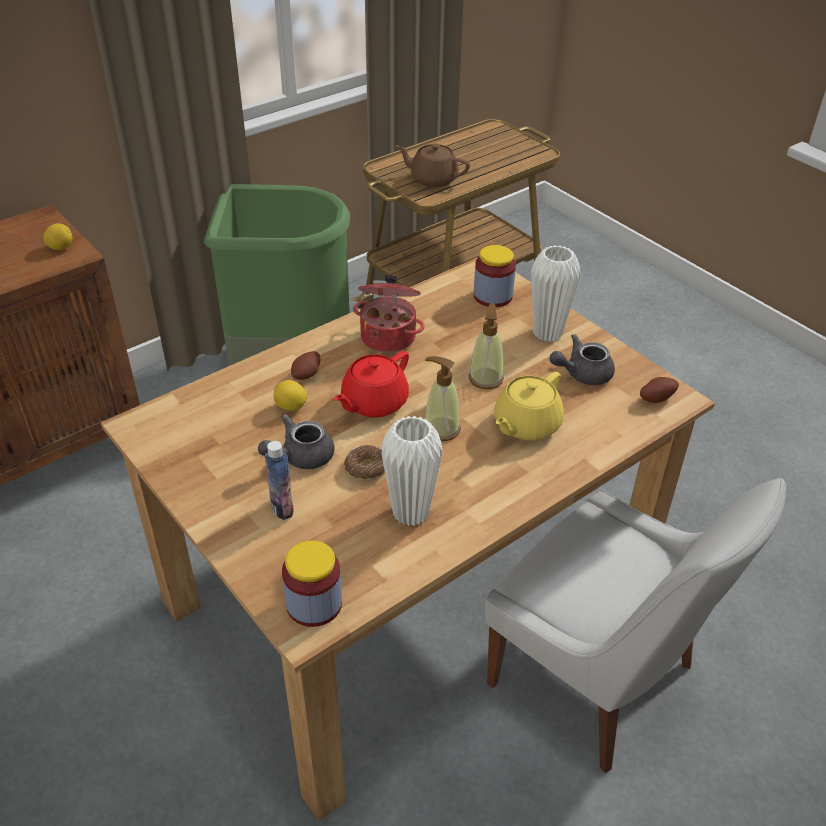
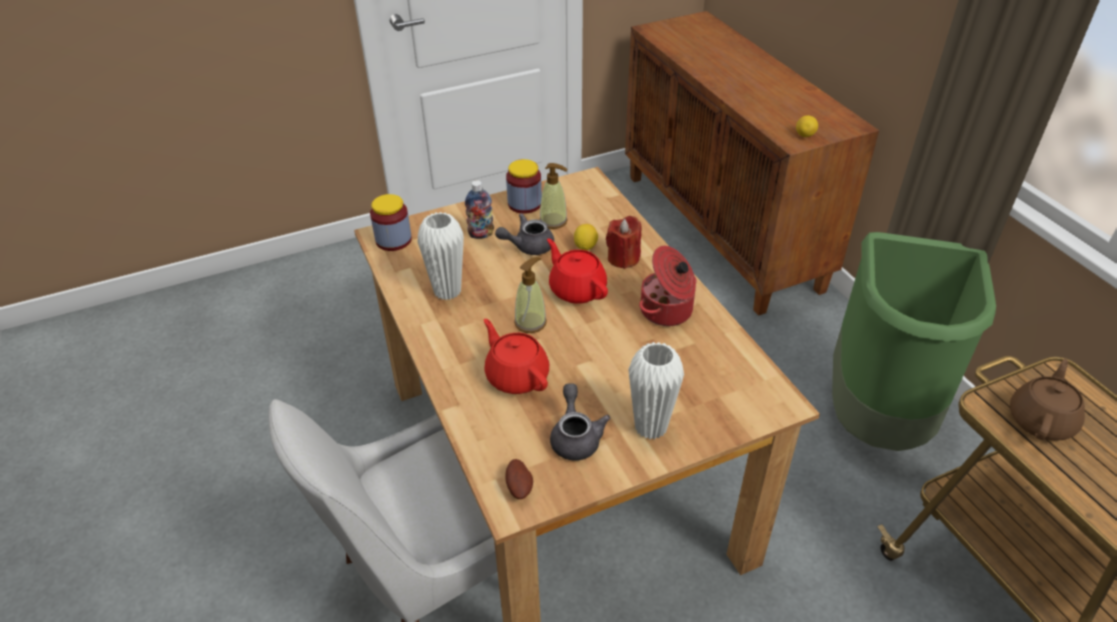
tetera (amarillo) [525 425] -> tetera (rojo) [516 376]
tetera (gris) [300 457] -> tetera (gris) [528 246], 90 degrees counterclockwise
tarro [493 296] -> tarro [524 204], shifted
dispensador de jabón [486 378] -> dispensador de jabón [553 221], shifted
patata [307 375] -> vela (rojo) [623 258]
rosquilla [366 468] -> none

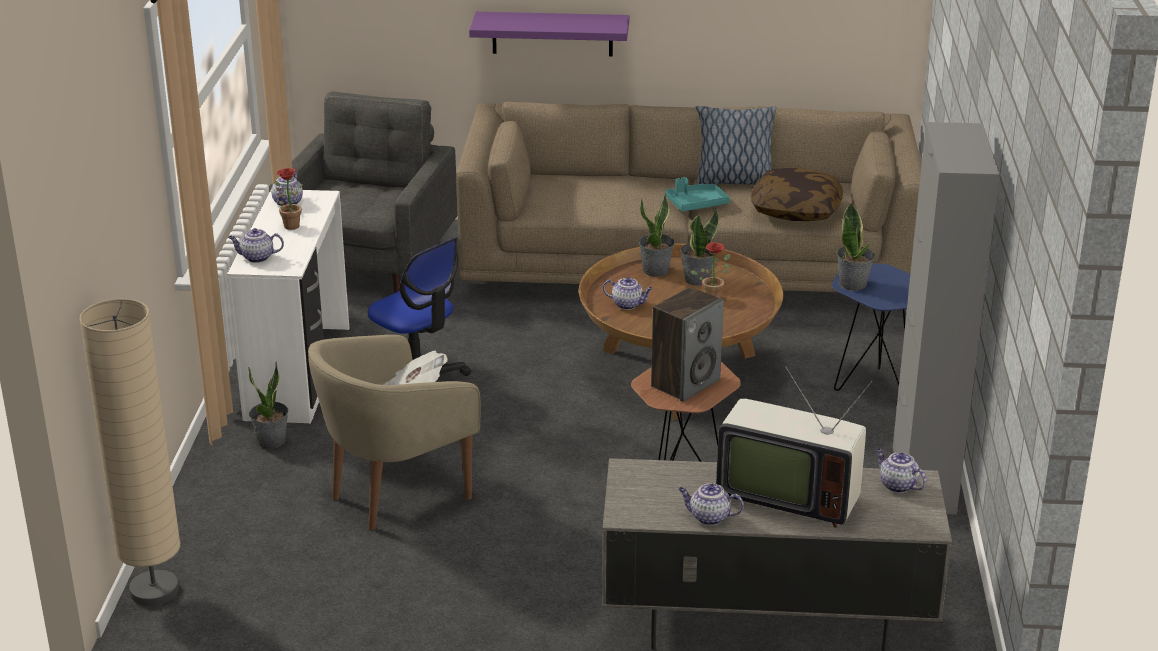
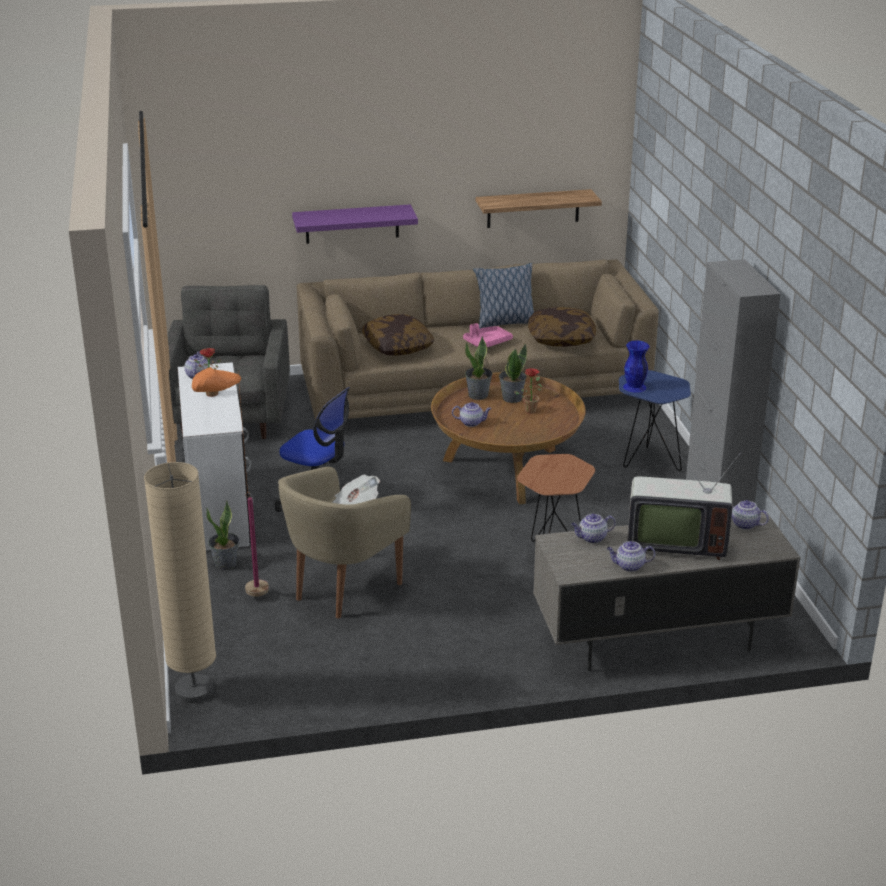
none -> lámpara de pie (naranja) [241 604]
none -> cojín [397 347]
bandeja (turquesa) [696 204] -> bandeja (rosa) [487 342]
none -> estante [533 208]
tetera [256 258] -> tetera [592 538], shifted
planta en maceta [853 284] -> florero (azul) [634 387]
altavoz [685 383] -> none

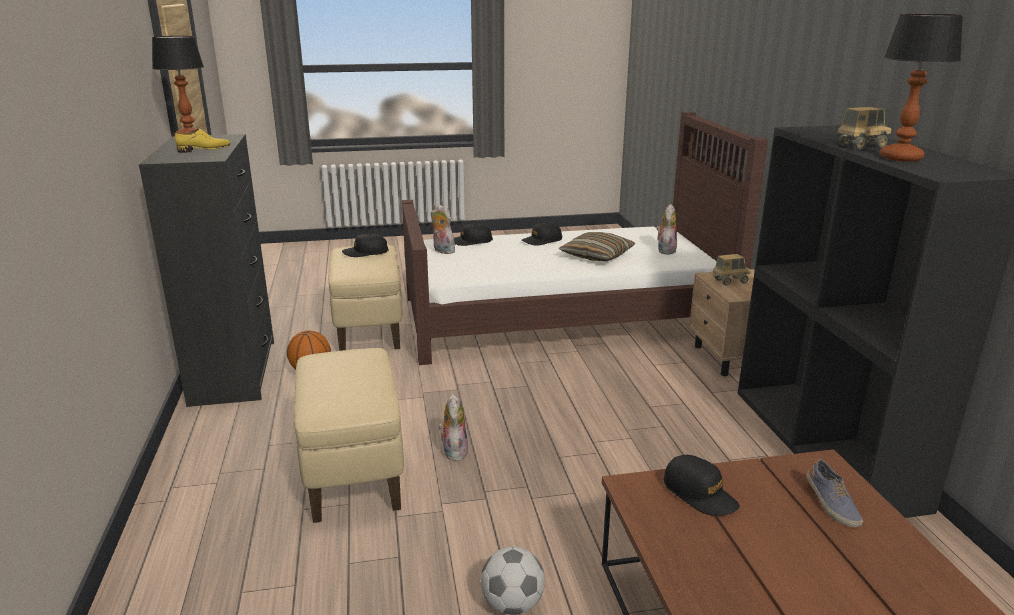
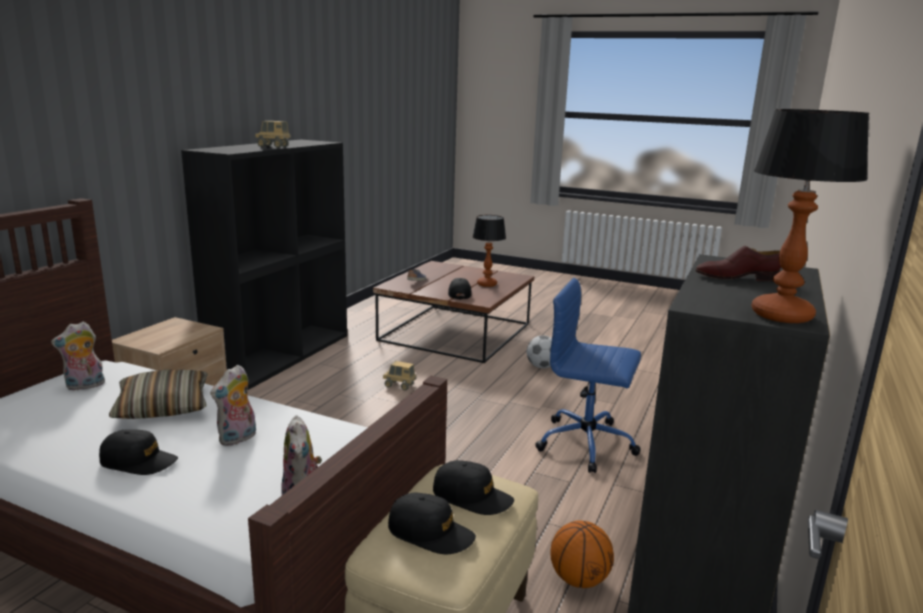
peluche [453 451] -> peluche [238 439], shifted
camión de juguete [730 281] -> camión de juguete [399 386], shifted
gorra (negro) [471 241] -> gorra (negro) [472 497], shifted
lámpara de mesa [900 158] -> lámpara de mesa [487 284], shifted
puf (beis) [354 474] -> silla de oficina (azul) [587 444]
zapato (amarillo) [204 149] -> zapato (marrón) [736 277]

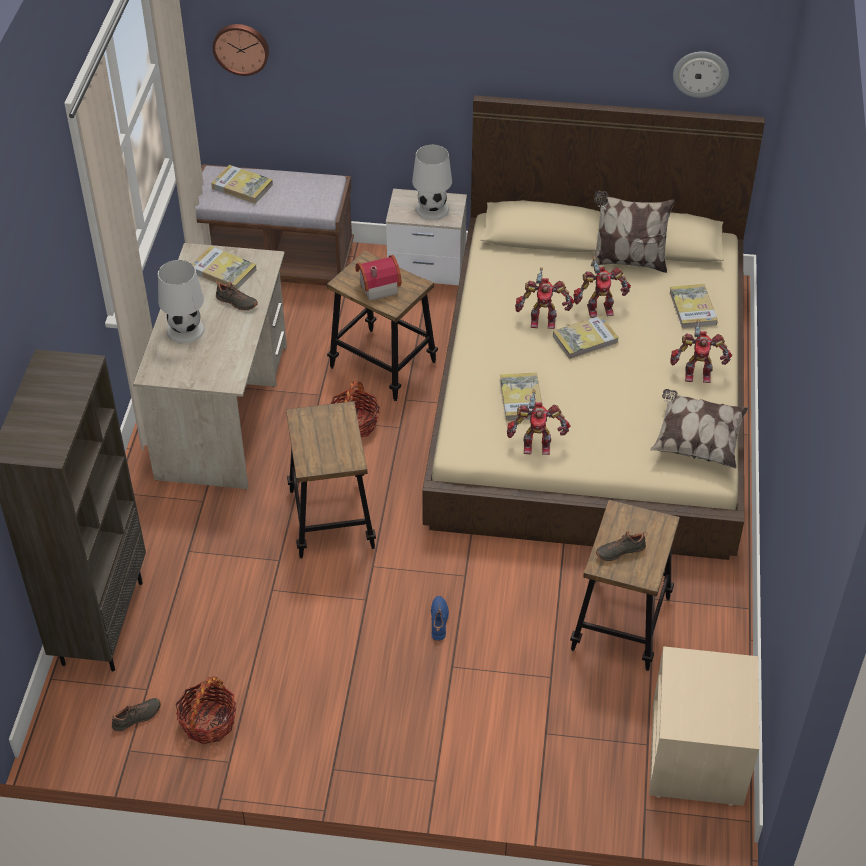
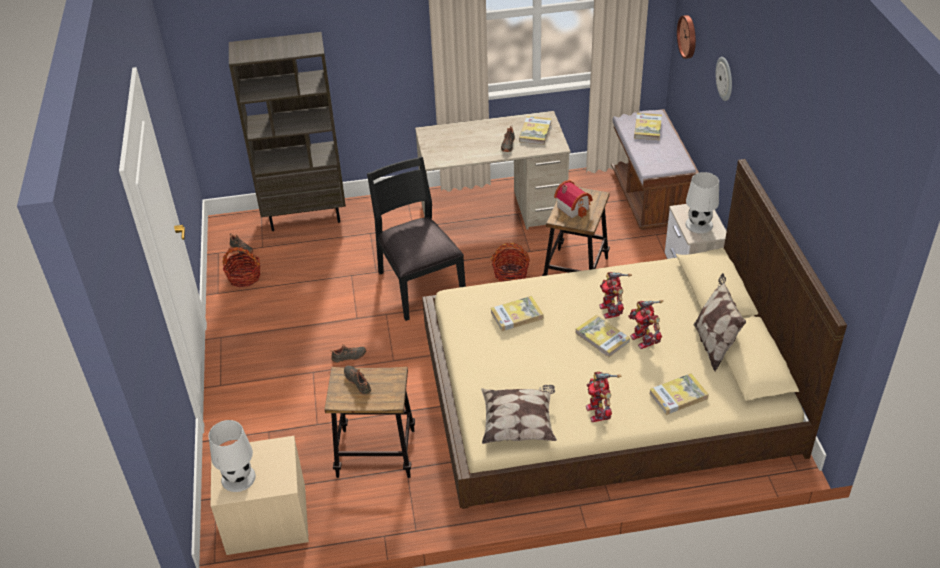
lámpara de mesa (blanco) [185 329] -> lámpara de mesa (blanco) [238 477], shifted
zapato (azul) [440 621] -> zapato (negro) [349 357]
taburete [331 519] -> silla (negro) [419 285]
reloj de pared [700 73] -> reloj de pared [725 78], shifted
robot de juguete [536 445] -> none

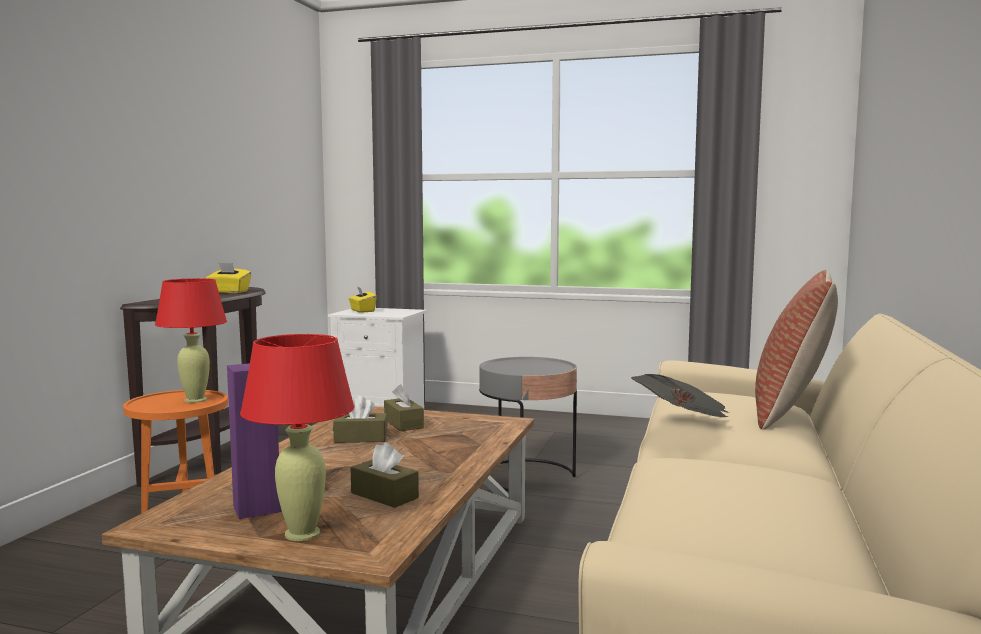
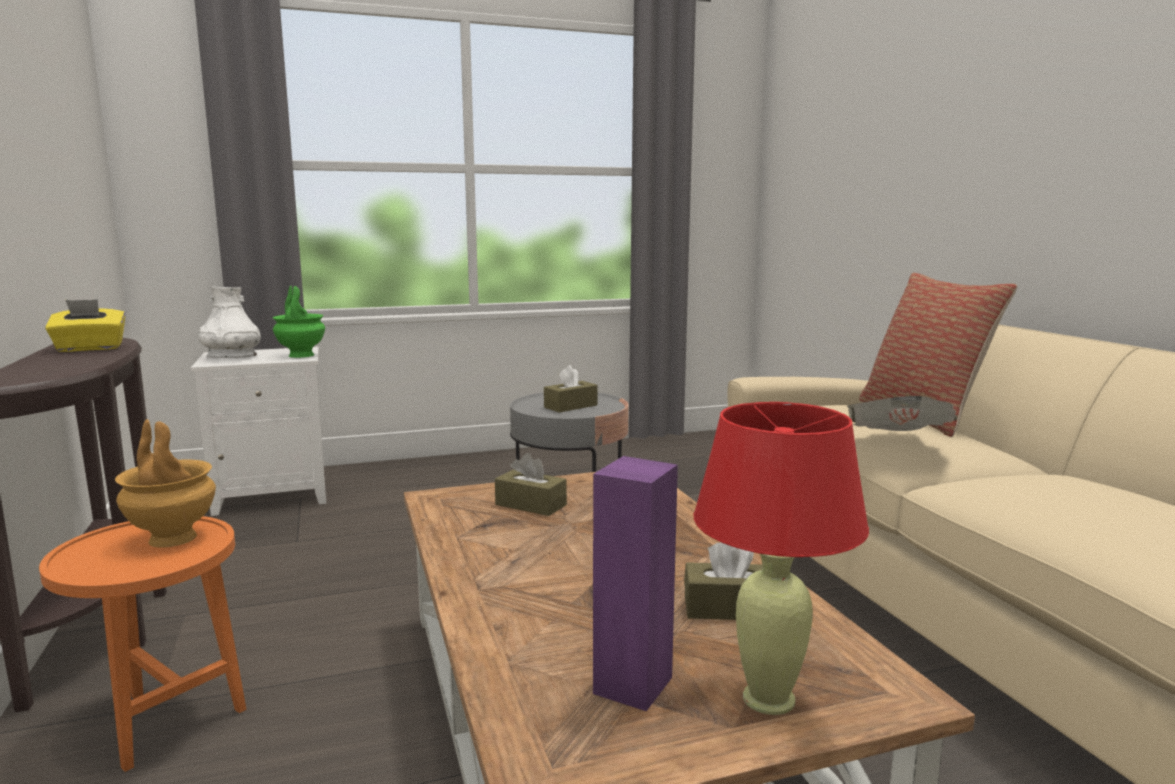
lámpara de mesa (rojo) [195 400] -> florero (marrón) [171 538]
caja de pañuelos (amarillo) [362 311] -> florero (blanco) [232 357]
none -> florero (verde) [300 355]
caja de pañuelos (marrón) [361 438] -> caja de pañuelos (marrón) [570 406], shifted

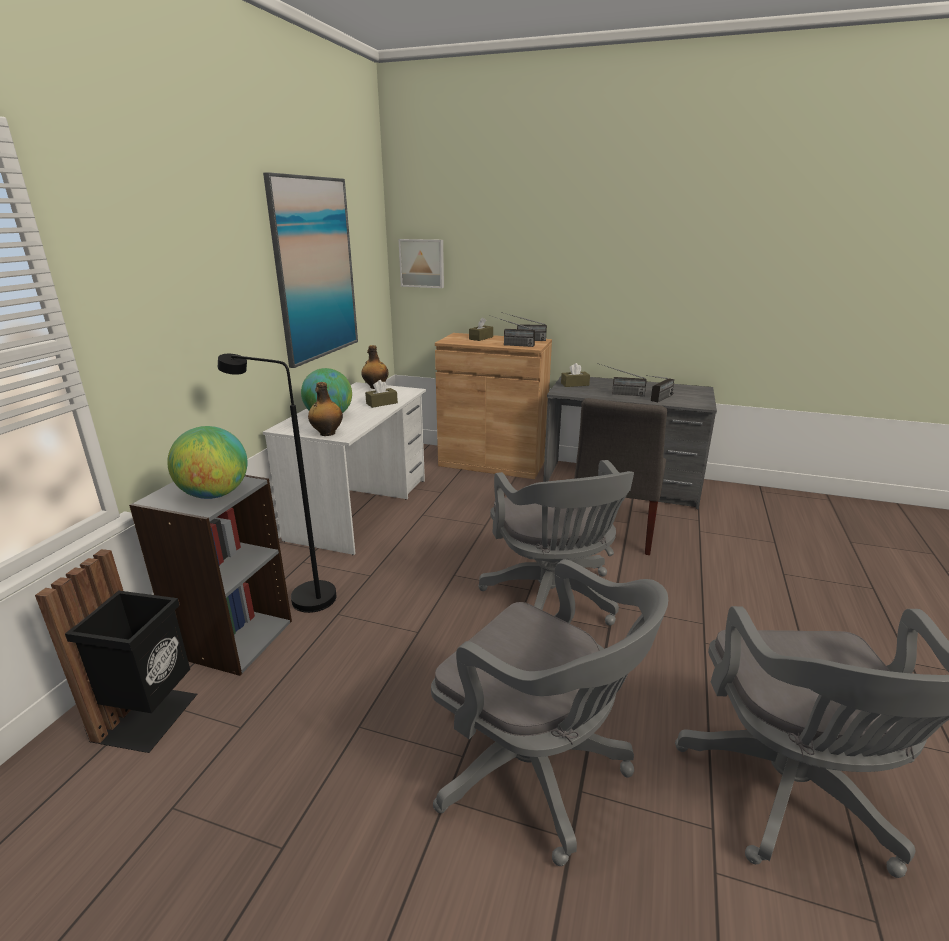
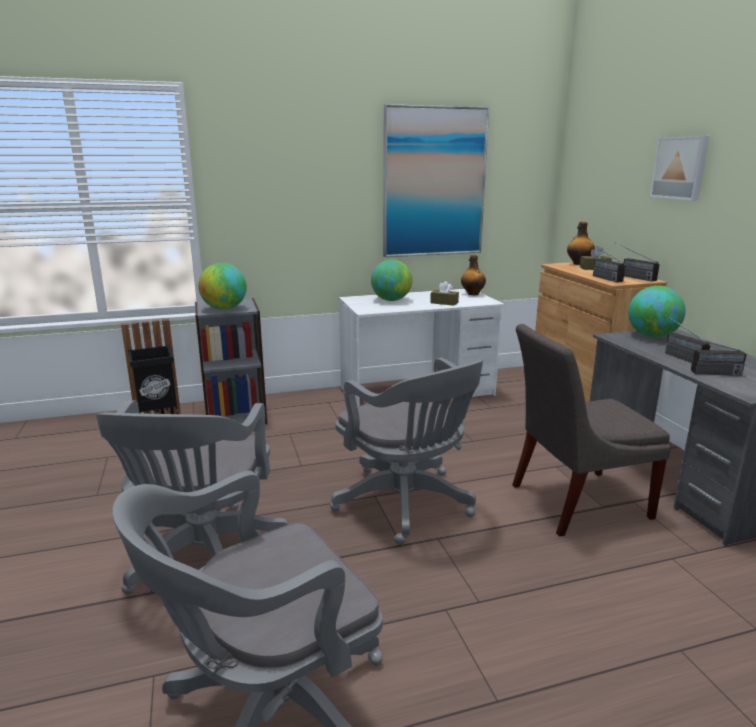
silla de oficina (gris) [553 599] -> silla de oficina (gris) [407 505], 75 degrees counterclockwise
botella [327 433] -> botella [579 264], shifted
caja de pañuelos (marrón) [575 384] -> globo terráqueo [652 336]
cuadro [422 263] -> cuadro [680 168], shifted
lámpara de pie (negro) [302 597] -> none

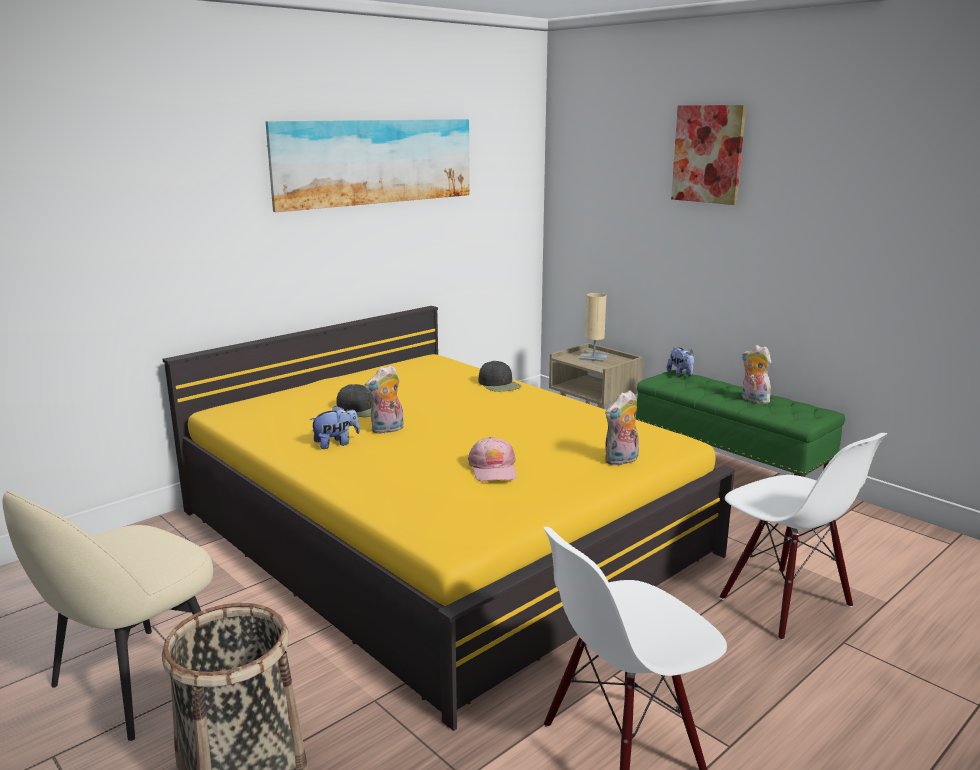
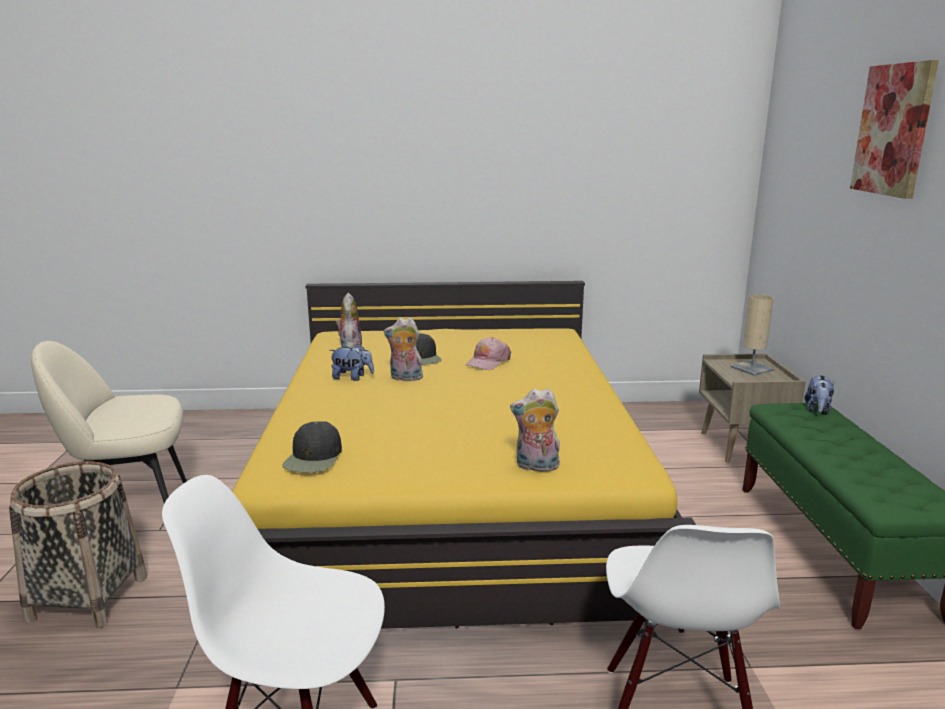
gorra (negro) [499 384] -> gorra (negro) [314 458], shifted
peluche [753 400] -> peluche [349 346], shifted
gorra (rosa) [493 469] -> gorra (rosa) [487 362], shifted
cuadro [374 161] -> none

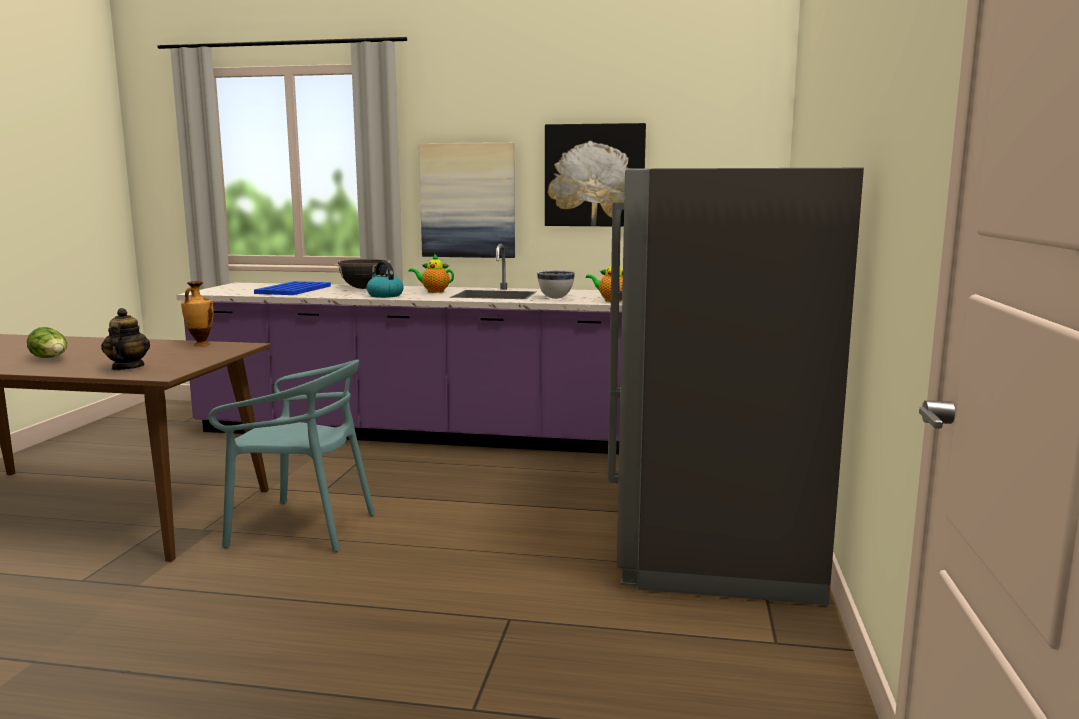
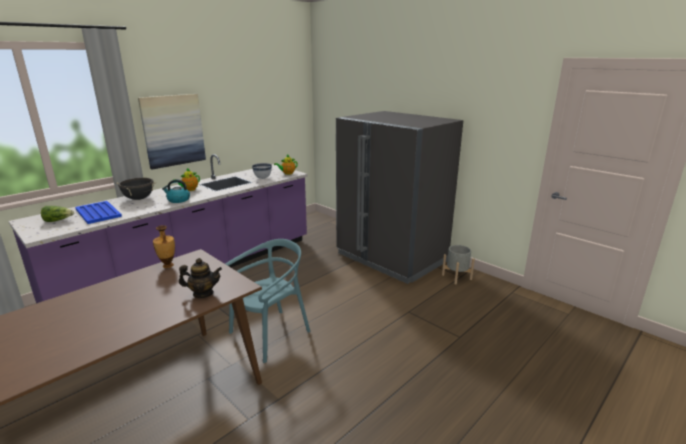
lechuga [51 358] -> lechuga [58 220], shifted
tetera [127 367] -> tetera [203 293], 150 degrees clockwise
none -> maceta (gris) [456 277]
cuadro [594 175] -> none

